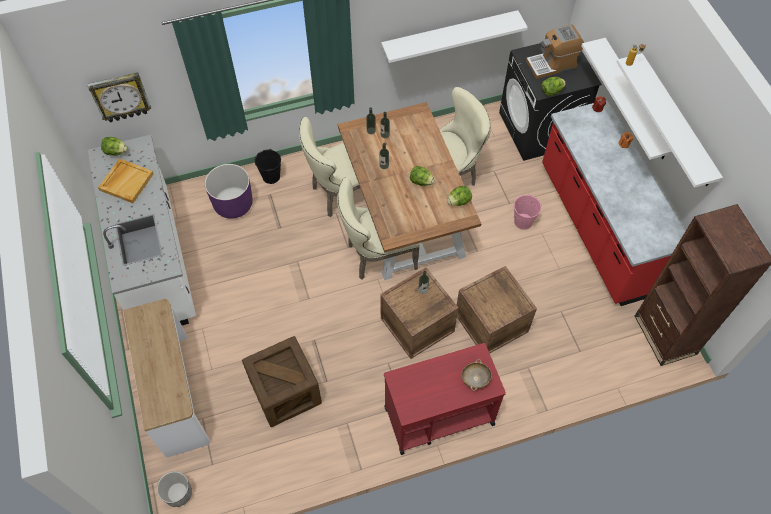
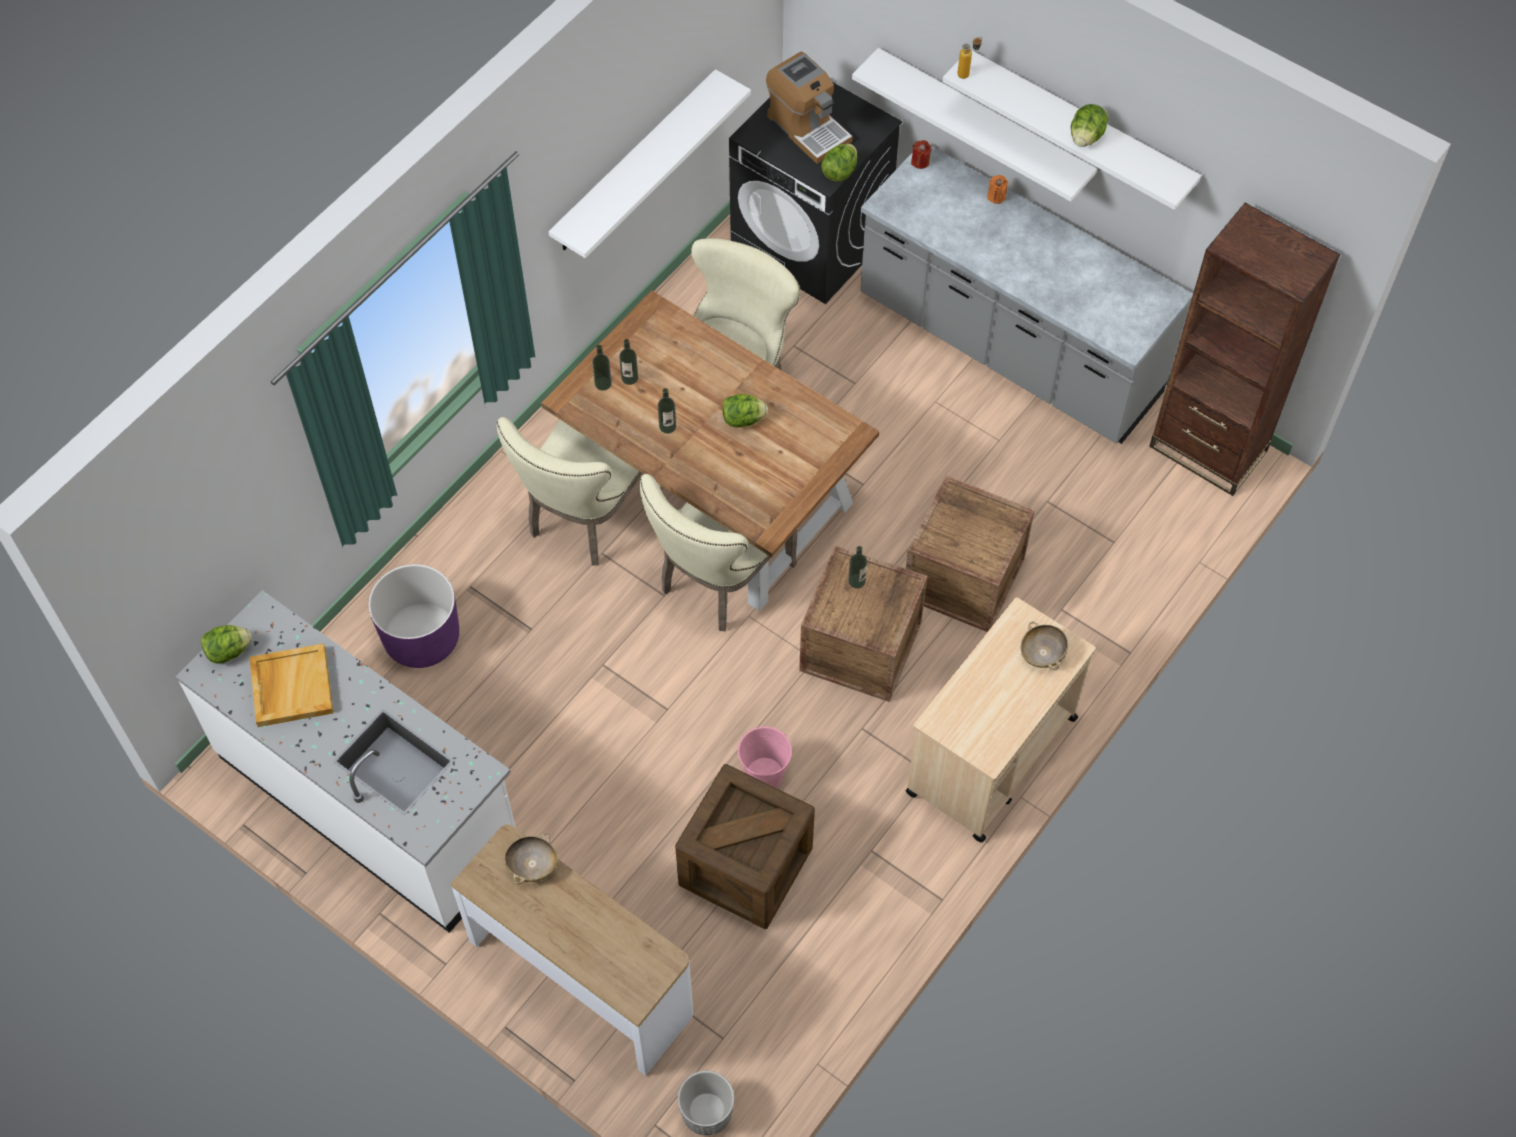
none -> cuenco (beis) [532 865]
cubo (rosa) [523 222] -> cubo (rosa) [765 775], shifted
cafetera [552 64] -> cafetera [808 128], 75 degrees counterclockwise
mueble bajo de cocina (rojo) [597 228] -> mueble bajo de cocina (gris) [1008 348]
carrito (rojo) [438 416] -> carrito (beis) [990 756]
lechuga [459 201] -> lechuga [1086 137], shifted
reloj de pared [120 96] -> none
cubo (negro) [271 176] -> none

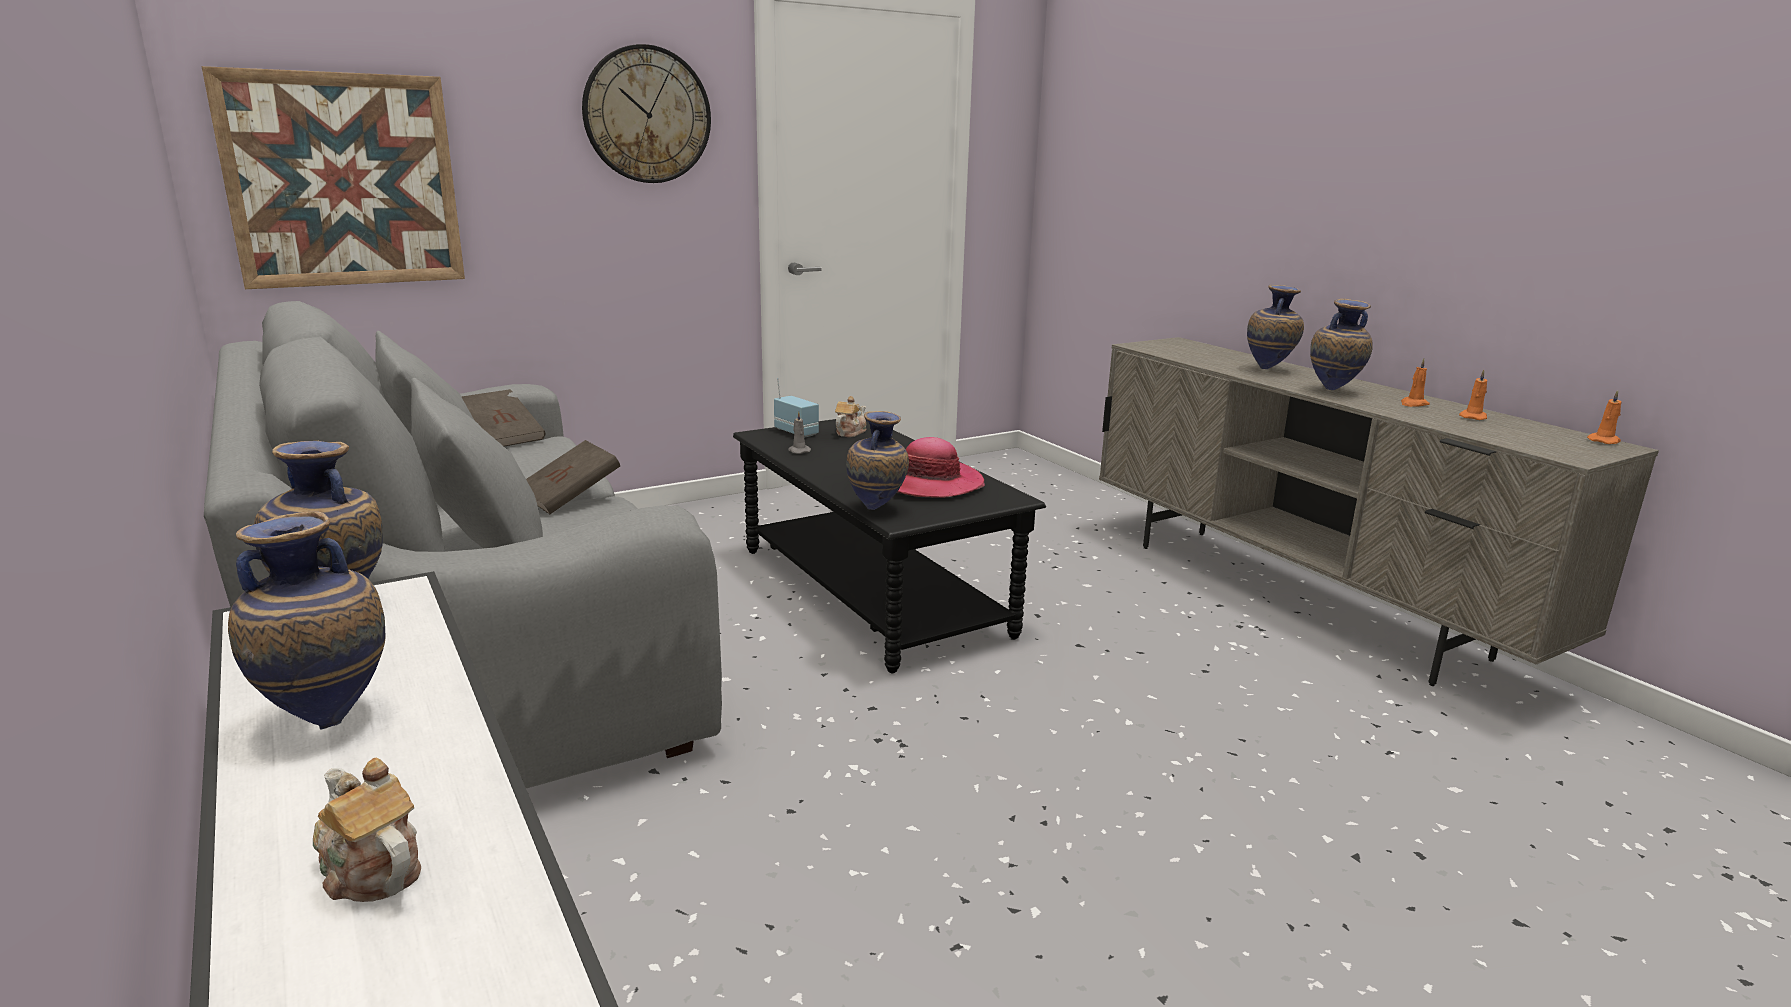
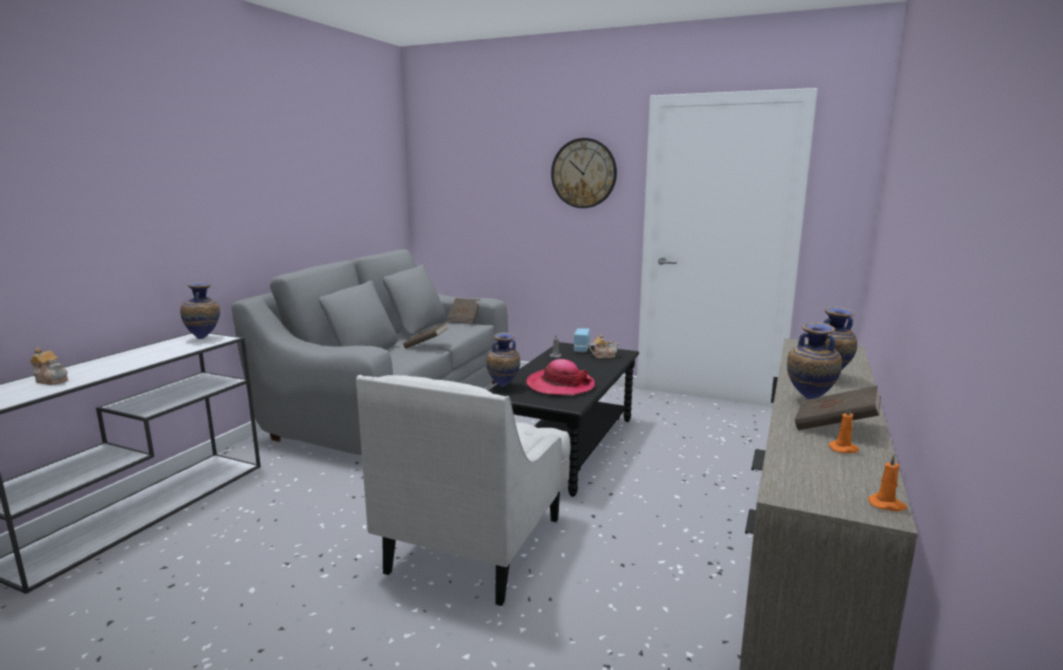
tetera [369 870] -> tetera [52 380], 105 degrees clockwise
none -> sillón (blanco) [477 543]
vela (naranja) [1413 404] -> libro (marrón) [835 427]
cuadro [343 181] -> none
florero [328 718] -> none

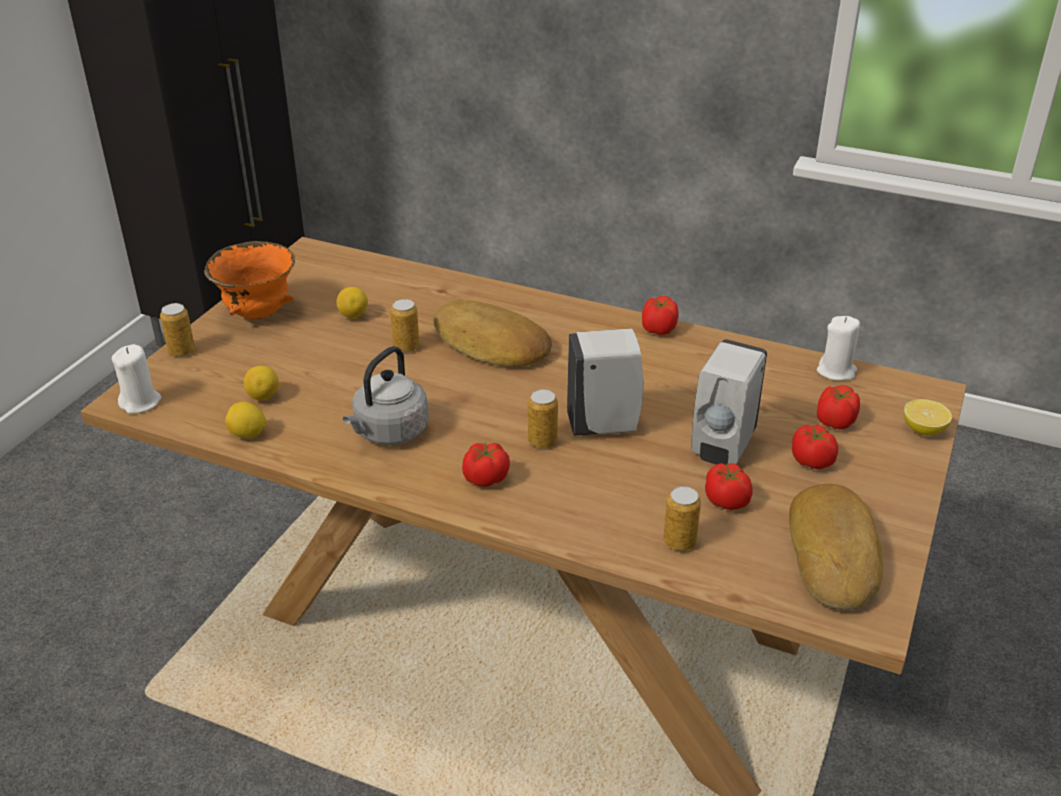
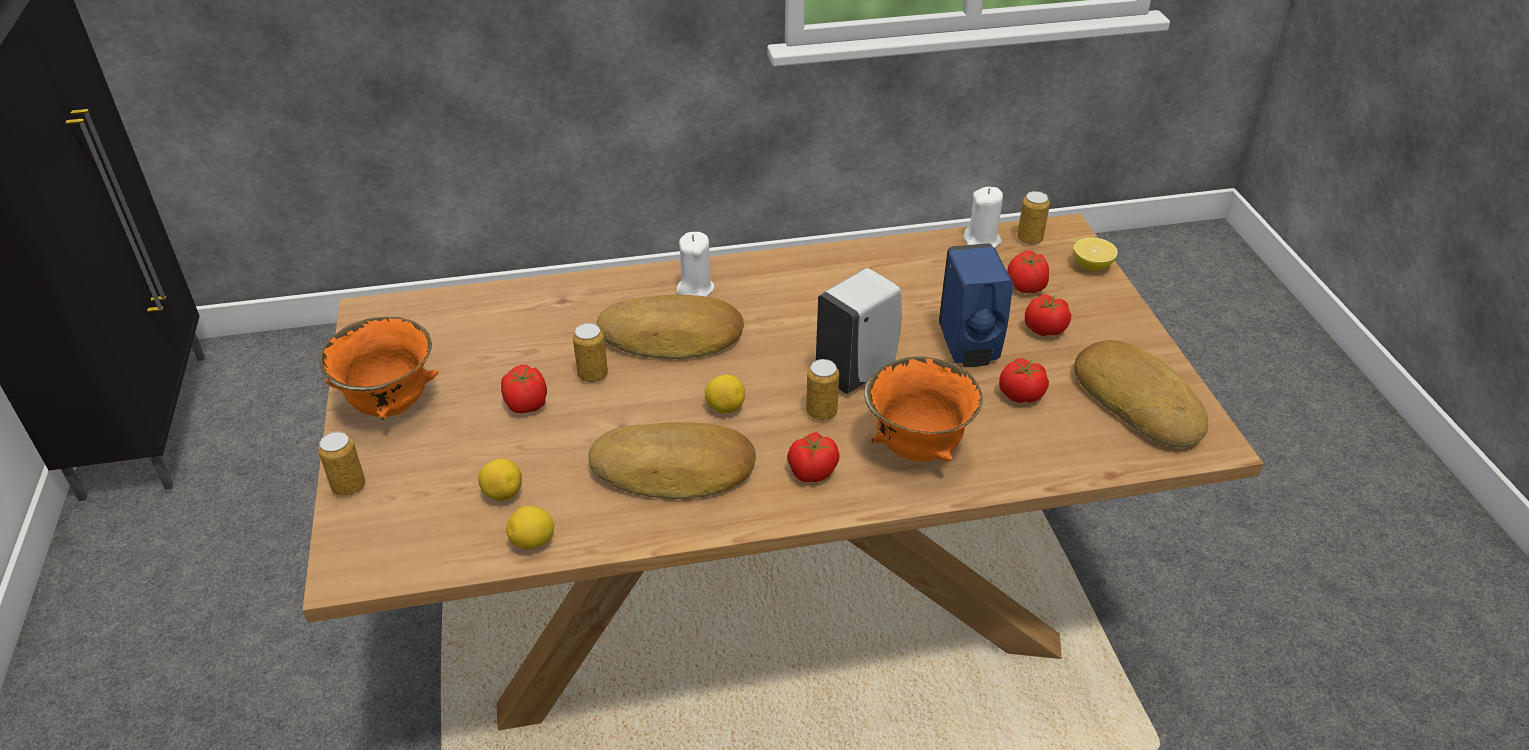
tomate [658 329] -> tomate [526 404], shifted
hervidor (gris) [389 433] -> pan [674 470]
vela (blanco) [140 402] -> vela (blanco) [695 289], shifted
limón [353 315] -> limón [725 408], shifted
none -> cuenco (naranja) [917 448]
dispensador de jabón (blanco) [722 447] -> dispensador de jabón (azul) [968 349]
lata [679 542] -> lata [1029 239], shifted

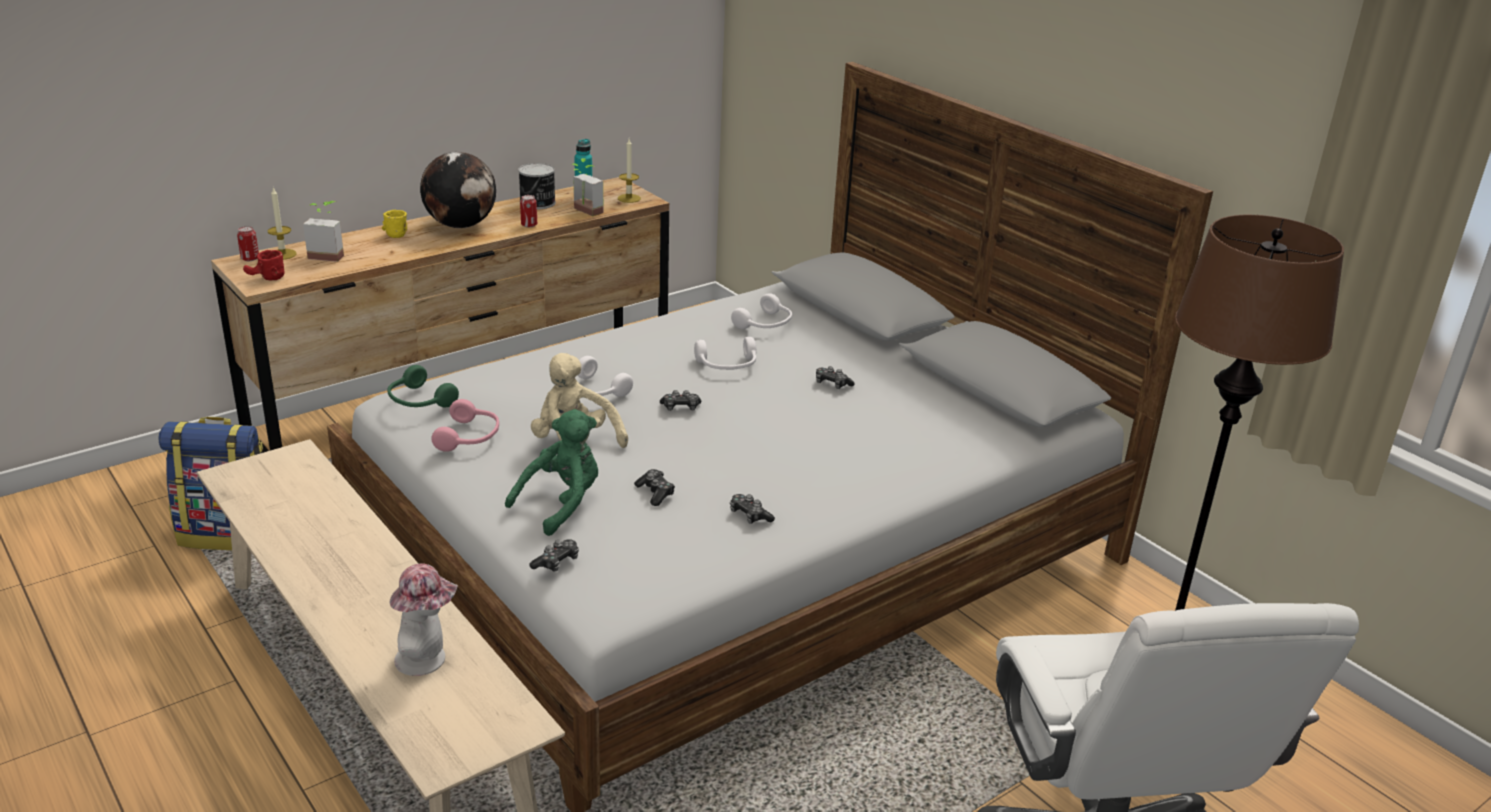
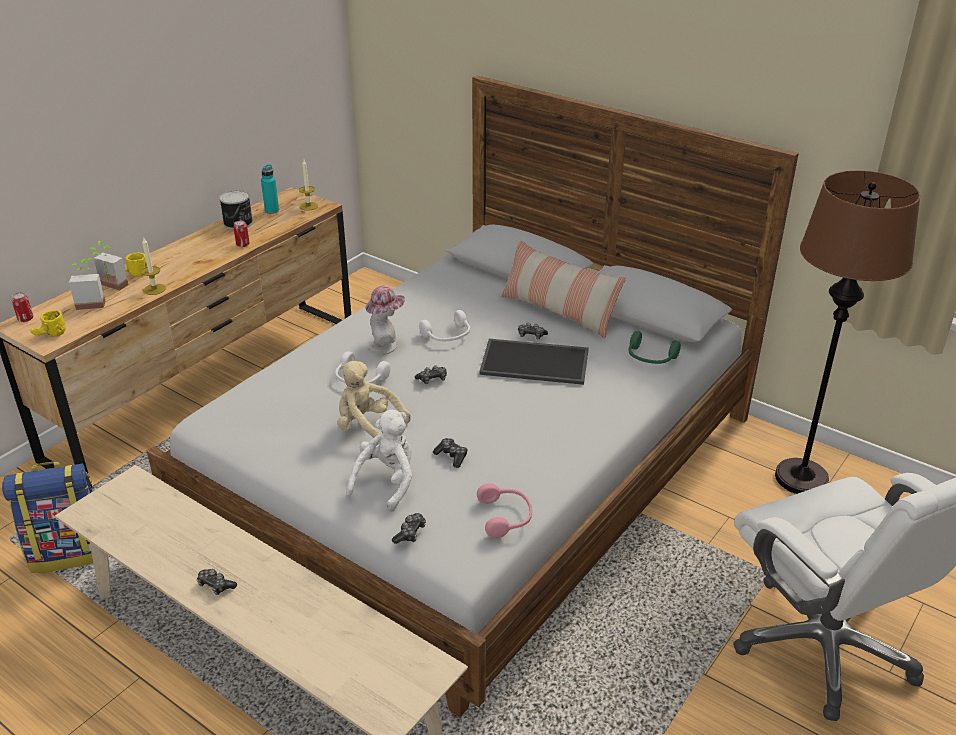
taza grande (rojo) [265 278] -> taza grande (amarillo) [50 335]
planta en maceta [584 212] -> planta en maceta [110 287], shifted
vela [282 254] -> vela [154 289], shifted
mando de consola [749 515] -> mando de consola [215 585], shifted
peluche (verde) [561 504] -> peluche (blanco) [387 482]
sombrero [427 659] -> sombrero [386 345], shifted
auriculares (rosa) [470 437] -> auriculares (rosa) [506 517], shifted
none -> bandeja [536 361]
none -> cojín [558 311]
auriculares (verde) [419 401] -> auriculares (verde) [650 358], shifted
globo terráqueo [461 225] -> none
auriculares (blanco) [765 324] -> none

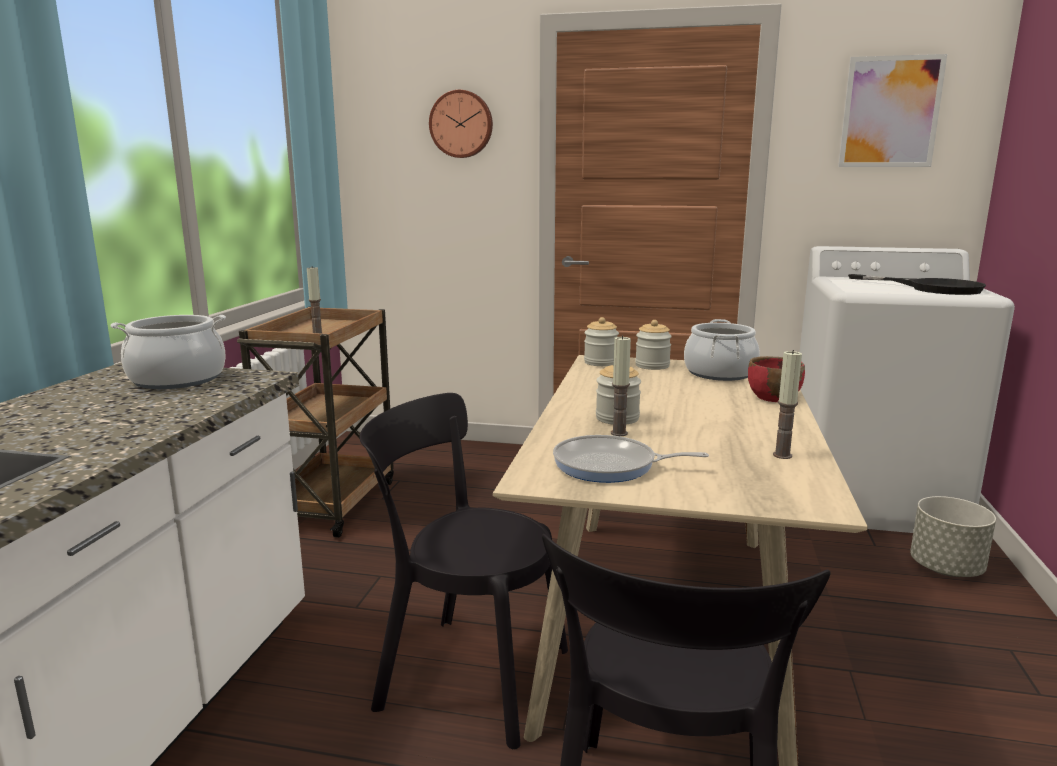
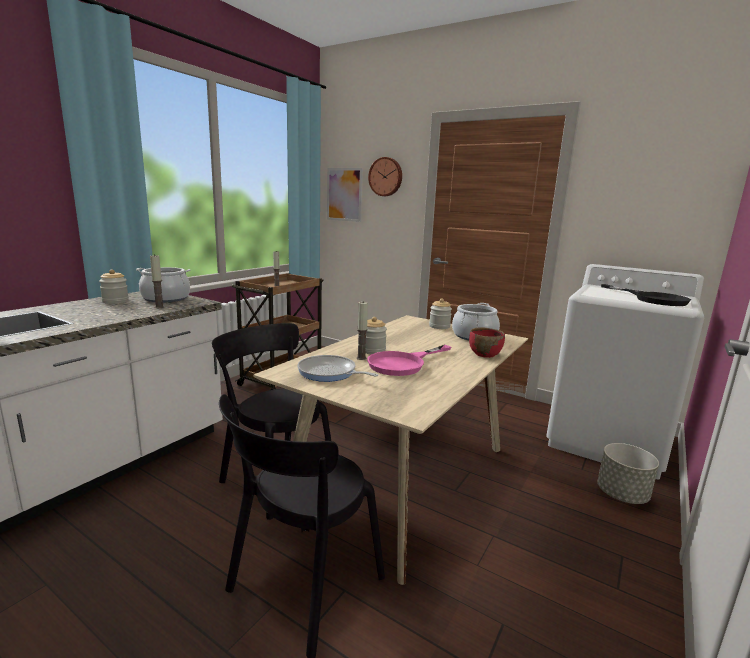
tarro [600 362] -> tarro [115 301], shifted
vela [782 455] -> vela [159 307], shifted
cuadro [890 112] -> cuadro [344 194], shifted
none -> sartén (rosa) [403 363]

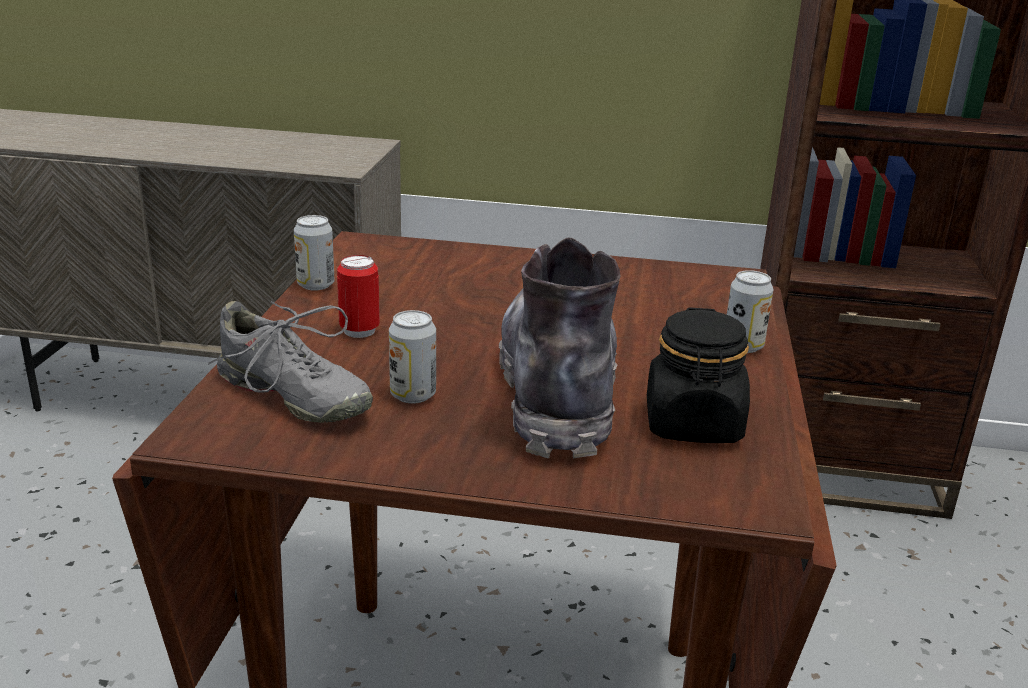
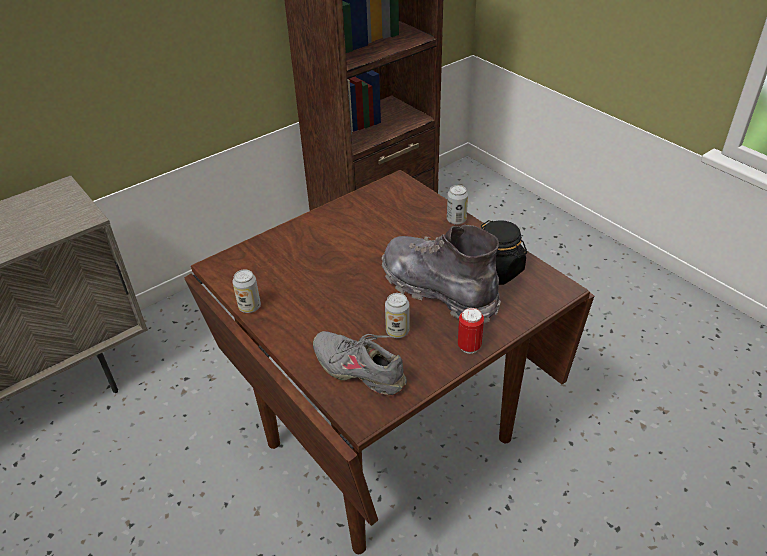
zapato (gris) [292 397] -> zapato (gris) [359 369], 135 degrees counterclockwise
lata [359 331] -> lata [469 346], shifted

